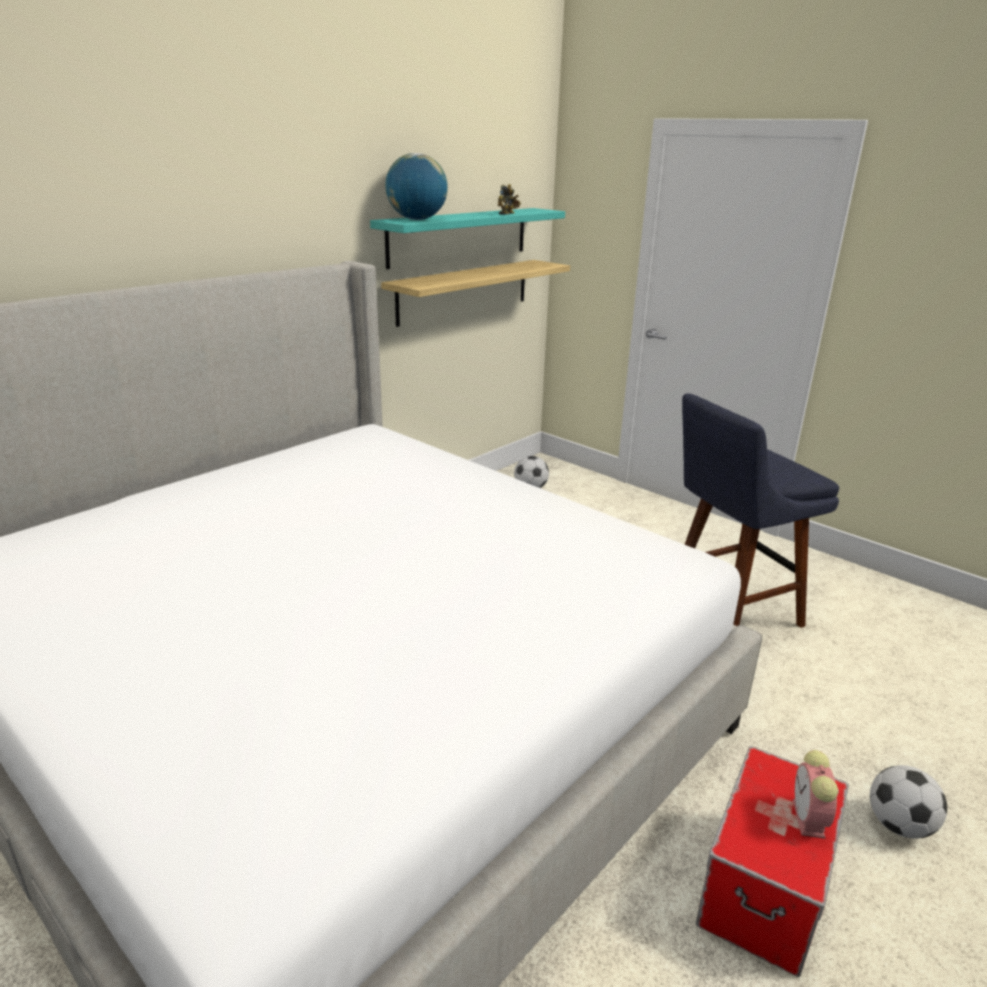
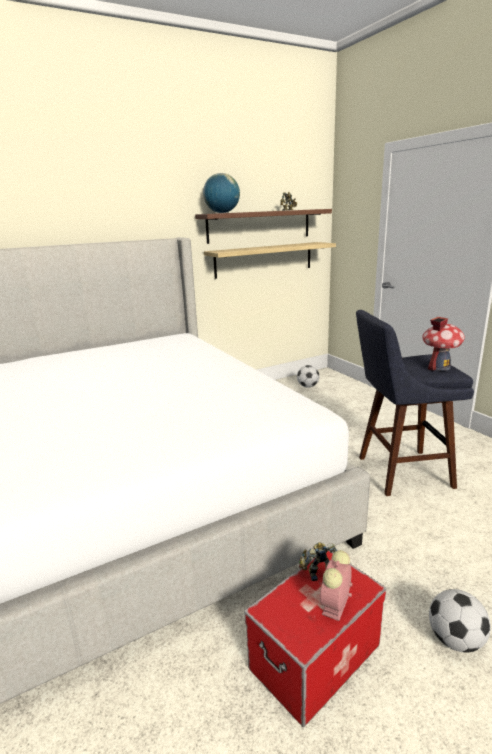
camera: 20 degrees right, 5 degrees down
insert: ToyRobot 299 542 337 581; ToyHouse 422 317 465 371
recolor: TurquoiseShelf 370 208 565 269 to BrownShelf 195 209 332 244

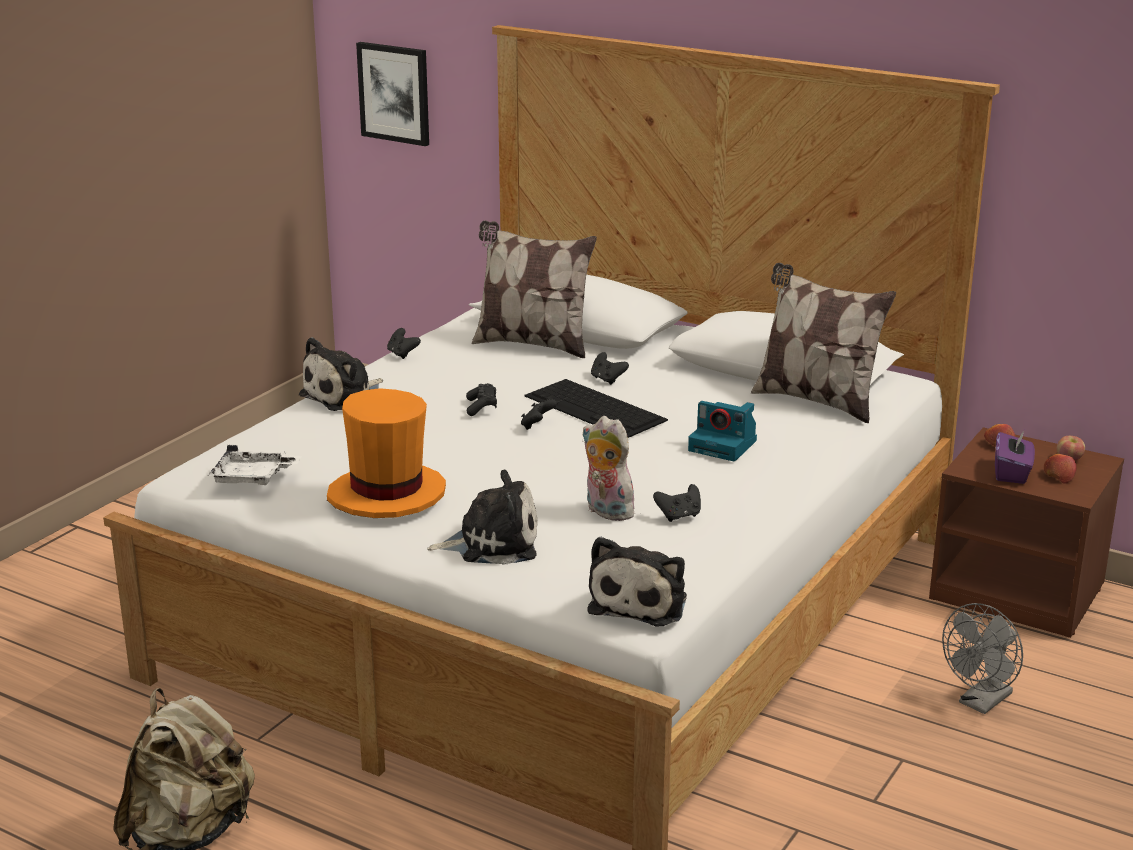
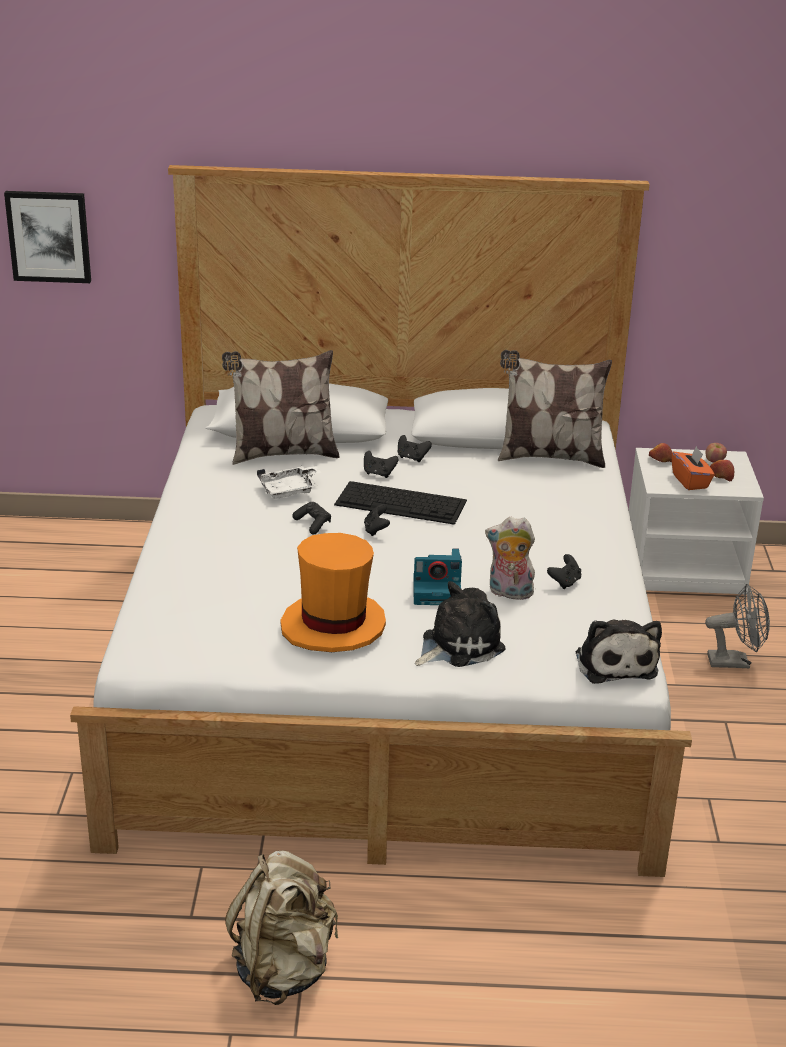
camera: 30 degrees left, 5 degrees up
delete: PlushToy 299 337 383 411
move: WhiteTray 208 445 302 485 to 257 466 321 499; BlackGameController 387 328 421 359 to 398 435 432 462; PhotoCamera 688 401 757 461 to 413 549 462 605
recolor: BrownNightstand 929 427 1124 638 to WhiteNightstand 629 448 764 595; PurpleTissueBox 995 430 1035 484 to OrangeTissueBox 672 446 715 490
rotate: GreyFan 942 603 1023 714 = 705 584 770 668 105 degrees counterclockwise

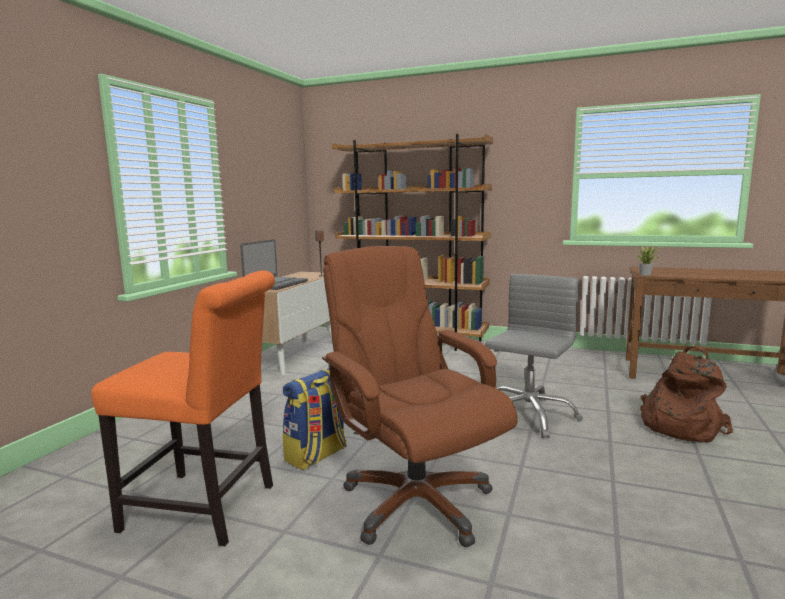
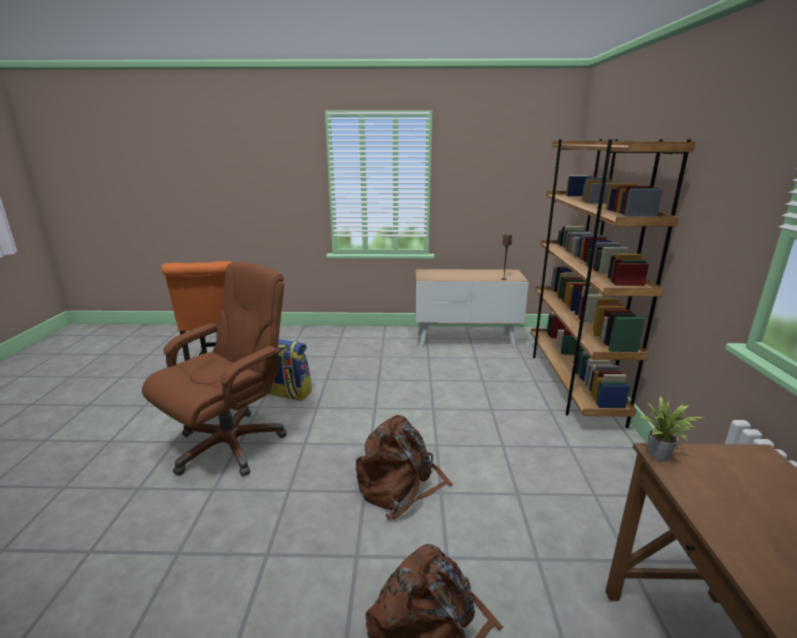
camera: 70 degrees right, 10 degrees up
delete: Laptop 240 239 308 290
replace: GreyOfficeChair 485 274 583 438 to BrownBackpack 356 415 453 520

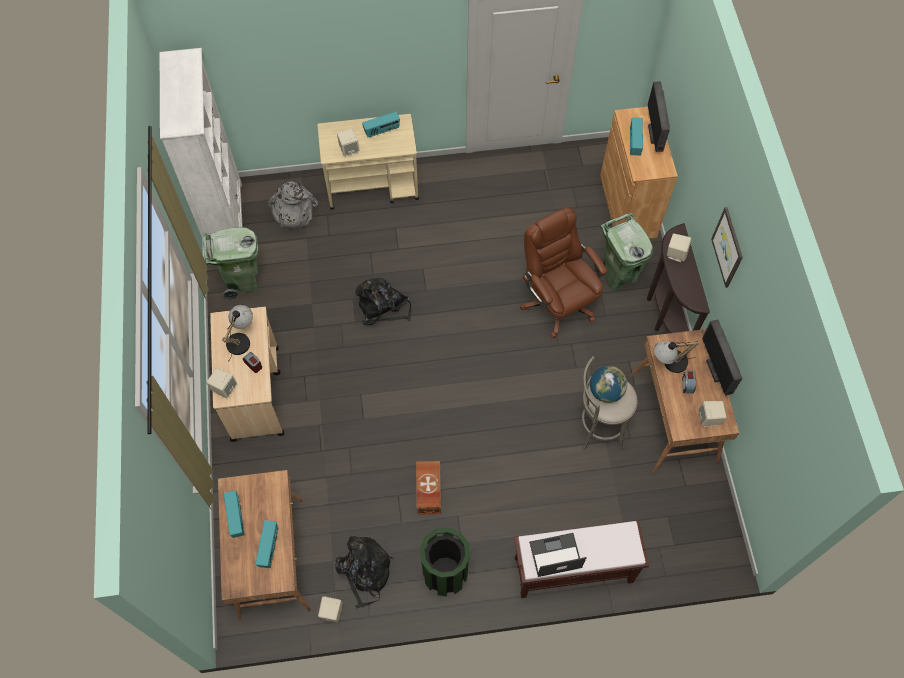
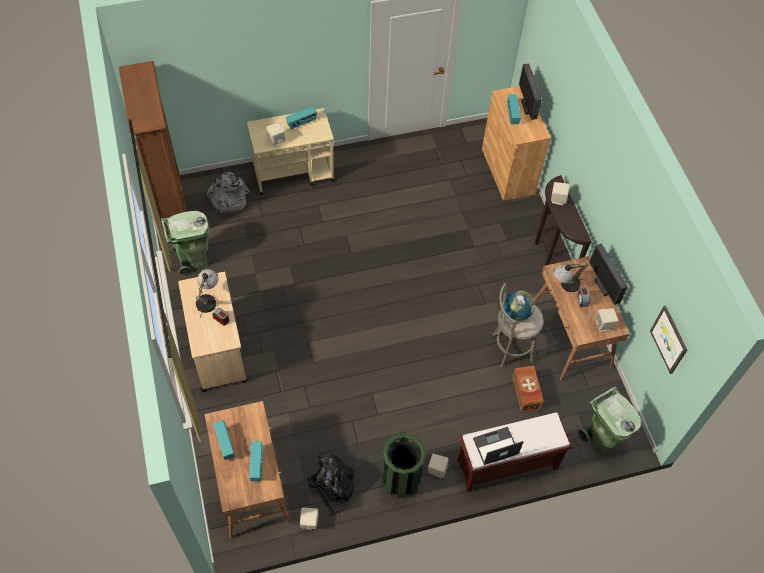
camera: 10 degrees left, 5 degrees down
delete: BlackBackpack 355 278 411 325; BrownOfficeChair 520 207 607 338
move: BeigeSpeaker 206 368 237 398 to 428 454 448 478; BrownStorageBox 416 461 441 515 to 512 366 544 412; GreenTrashCan 594 213 653 291 to 578 387 642 456; Picture 711 207 743 288 to 650 306 687 374
recolor: WhiteBookcase 160 48 243 257 to BrownBookcase 119 61 187 238

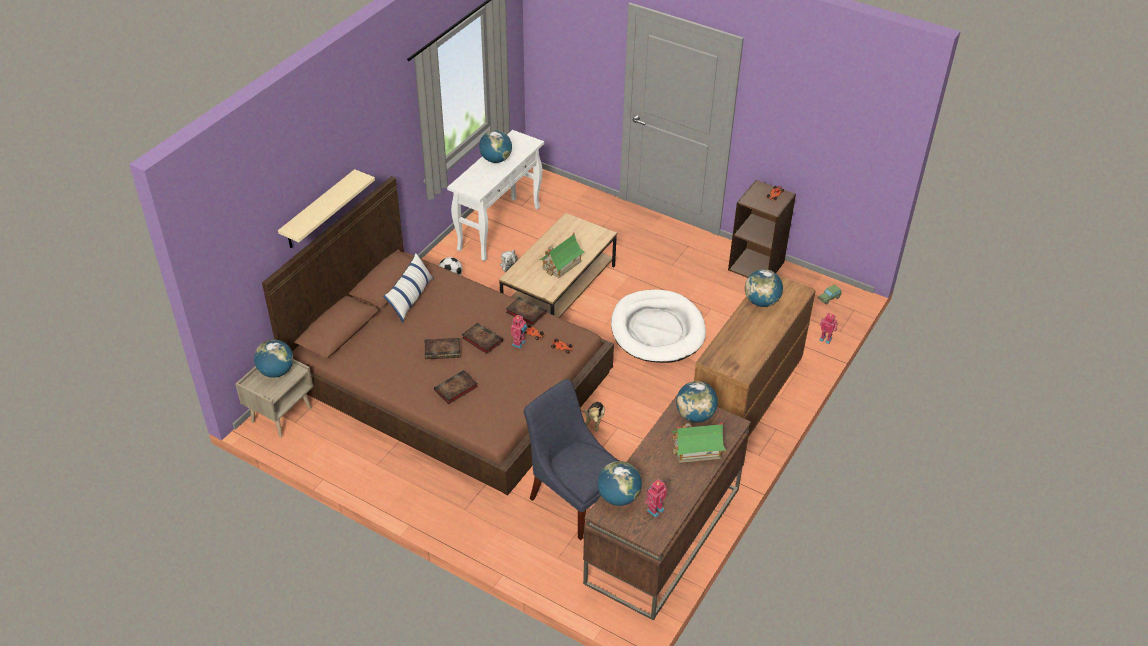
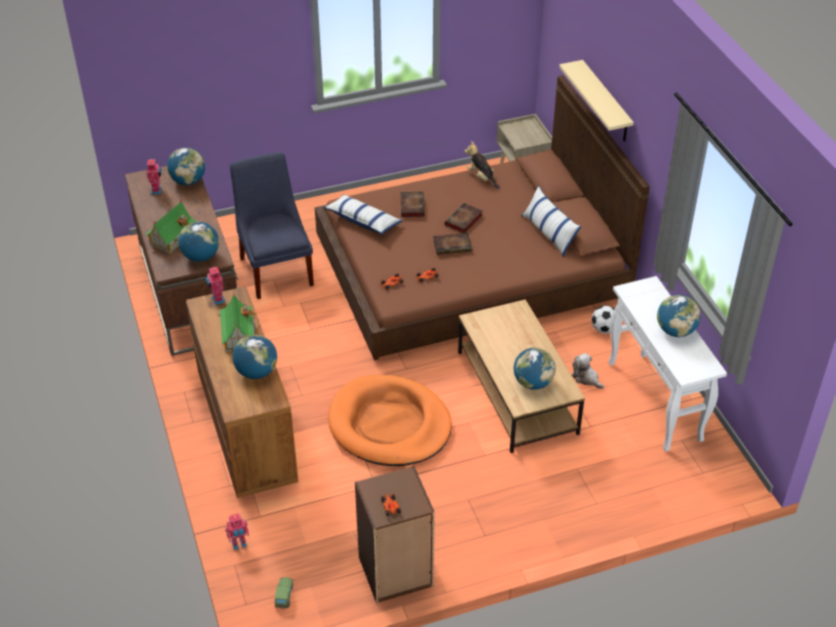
camera: 130 degrees right, 0 degrees up
delete: Book 506 297 547 326
insert: Pillow 323 194 403 235
move: ToyRobot 511 315 528 348 to 206 266 226 305; ToyHouse 540 233 584 278 to 218 292 256 352; PlushToy 584 402 605 431 to 464 141 500 189; Globe 254 339 293 378 to 514 348 556 390
recolor: WhiteDogBed 611 290 706 363 to OrangeDogBed 328 375 452 466
rotate: BlueChair 524 379 619 540 = 230 152 314 299 105 degrees counterclockwise

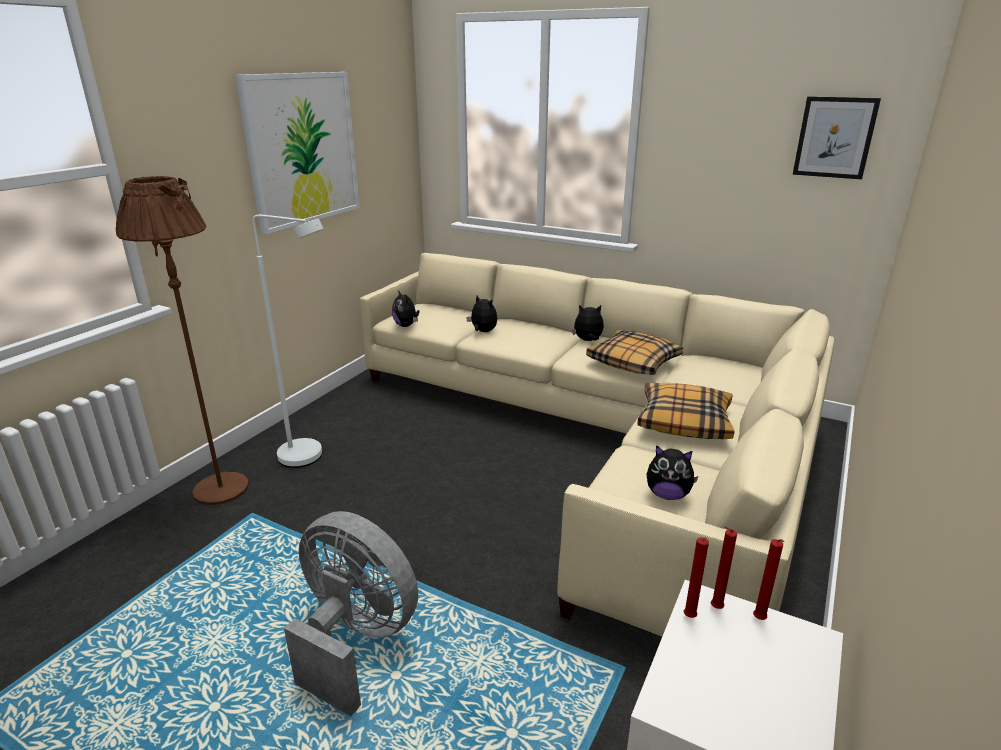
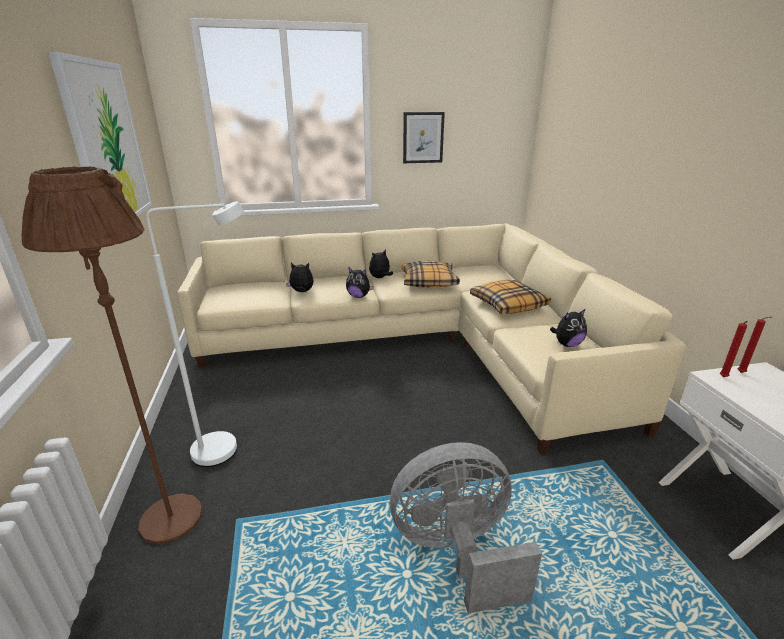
camera: 40 degrees left, 0 degrees up
delete: RedCandle 684 537 709 618
move: PlushToy 392 290 419 327 to 346 268 374 298; Picture 793 96 881 179 to 403 112 445 163

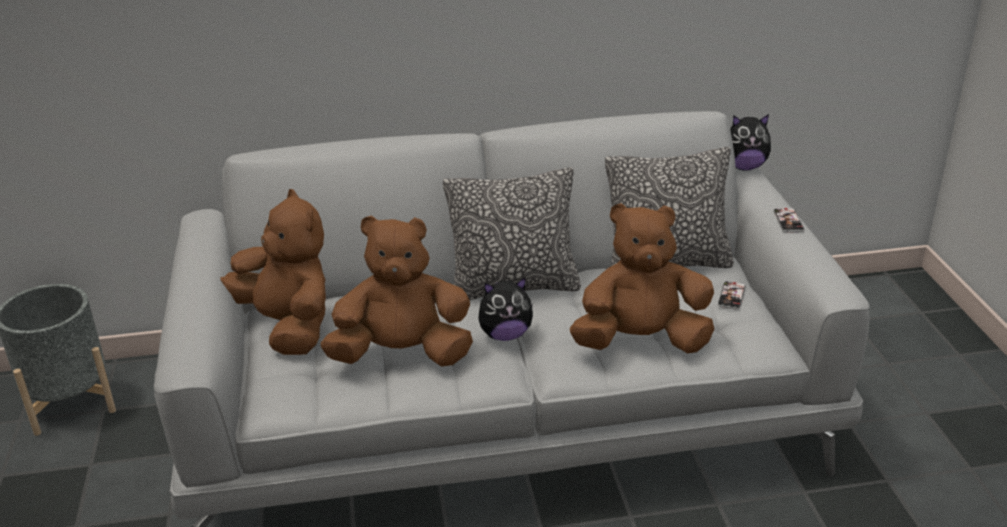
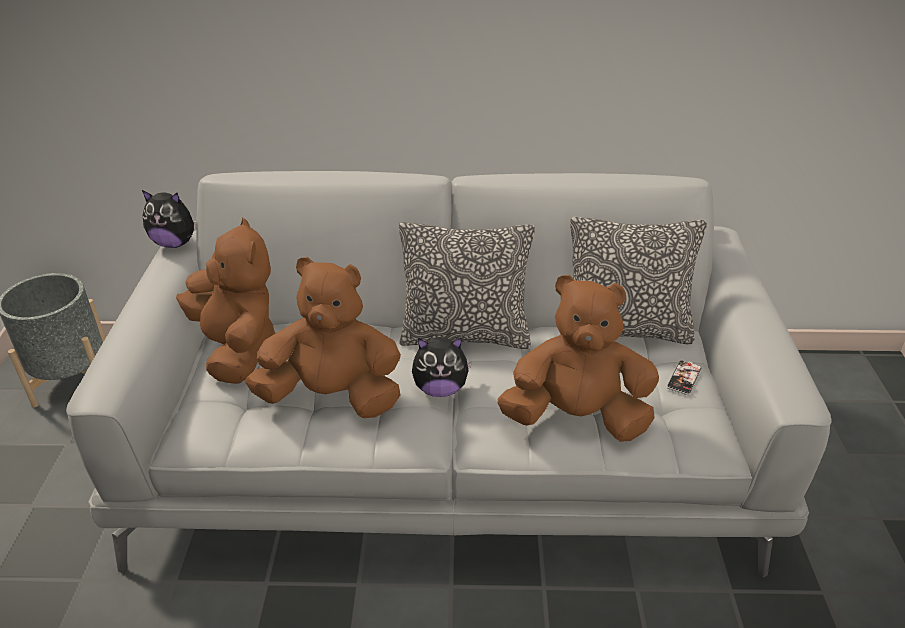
camera: 10 degrees right, 5 degrees up
delete: Phone 773 207 805 232
move: PlushToy 730 114 771 171 to 142 190 196 248

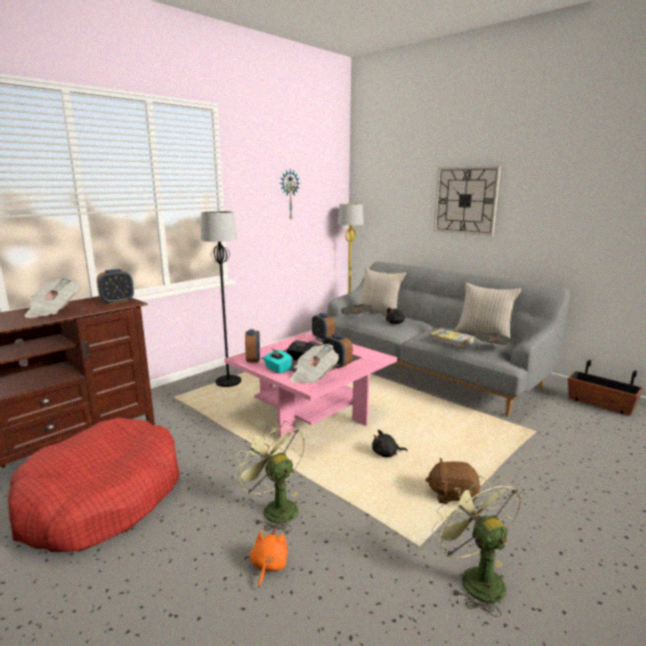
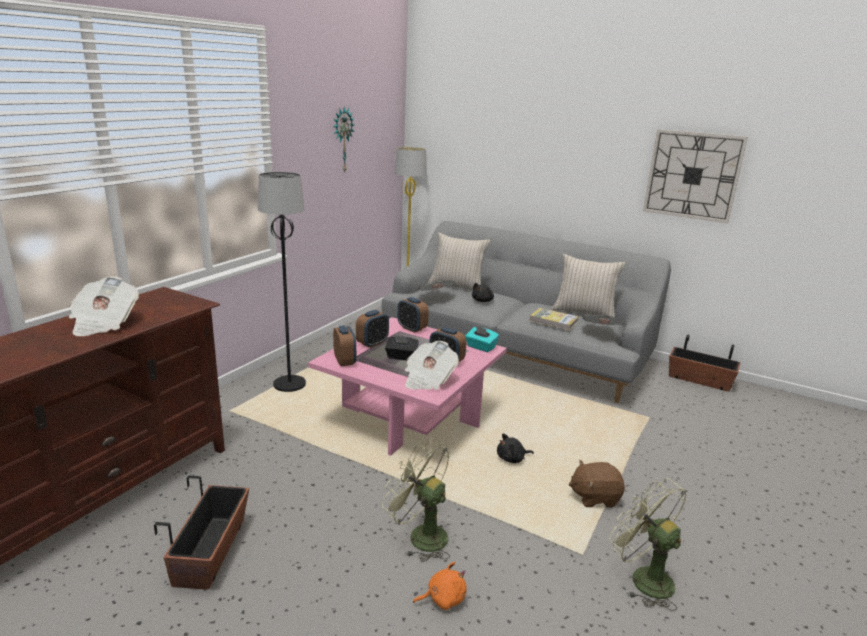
camera: 15 degrees left, 5 degrees up
move: AlarmClock 97 269 134 304 to 356 310 389 348; TurquoiseTissueBox 263 349 292 374 to 465 326 499 352; WallClock 434 166 501 236 to 643 129 748 223
replace: RedDogBed 8 417 180 552 to Planter 154 476 249 589
rotate: OrangePlushToy 250 528 288 588 = 413 562 467 610 75 degrees clockwise

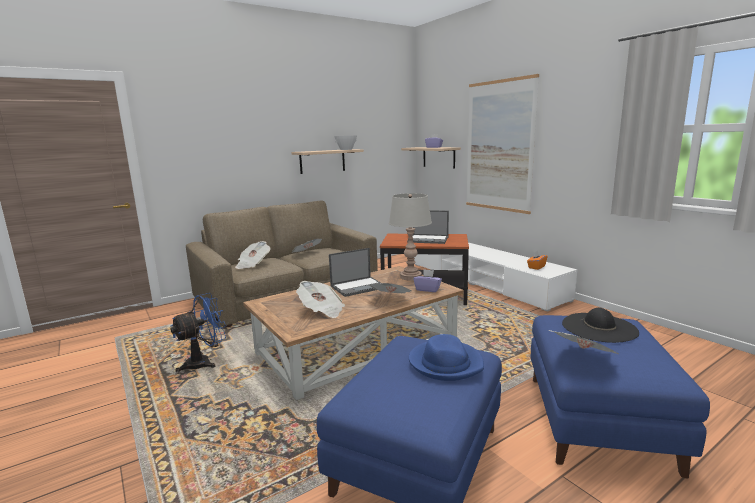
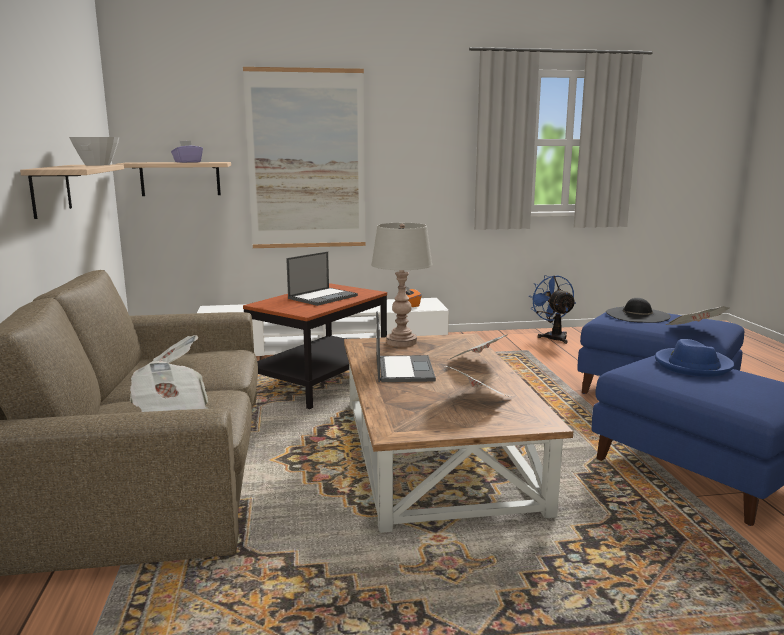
camera: 65 degrees left, 0 degrees up
delete: PurpleTissueBox 413 269 442 292
move: BlueFan 170 293 227 372 to 529 275 576 344

